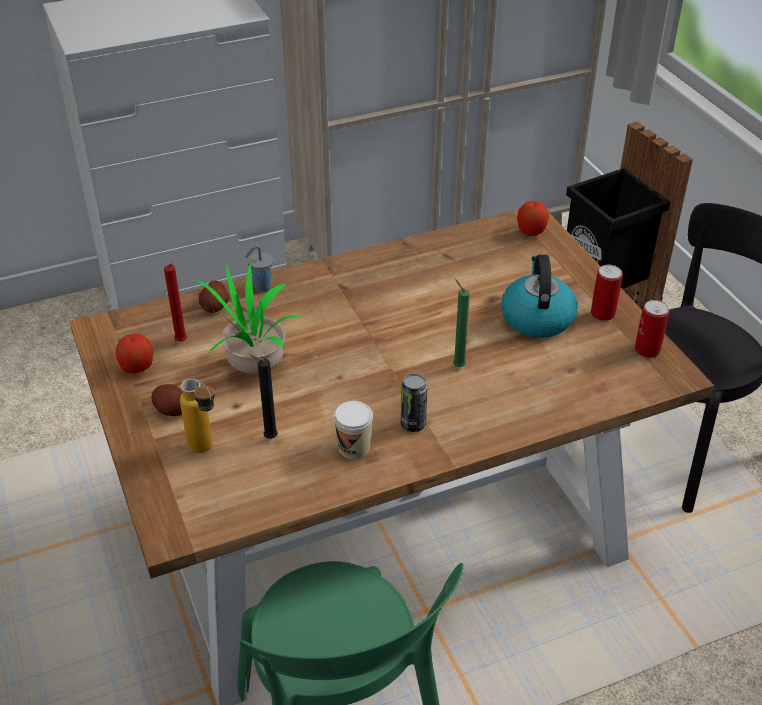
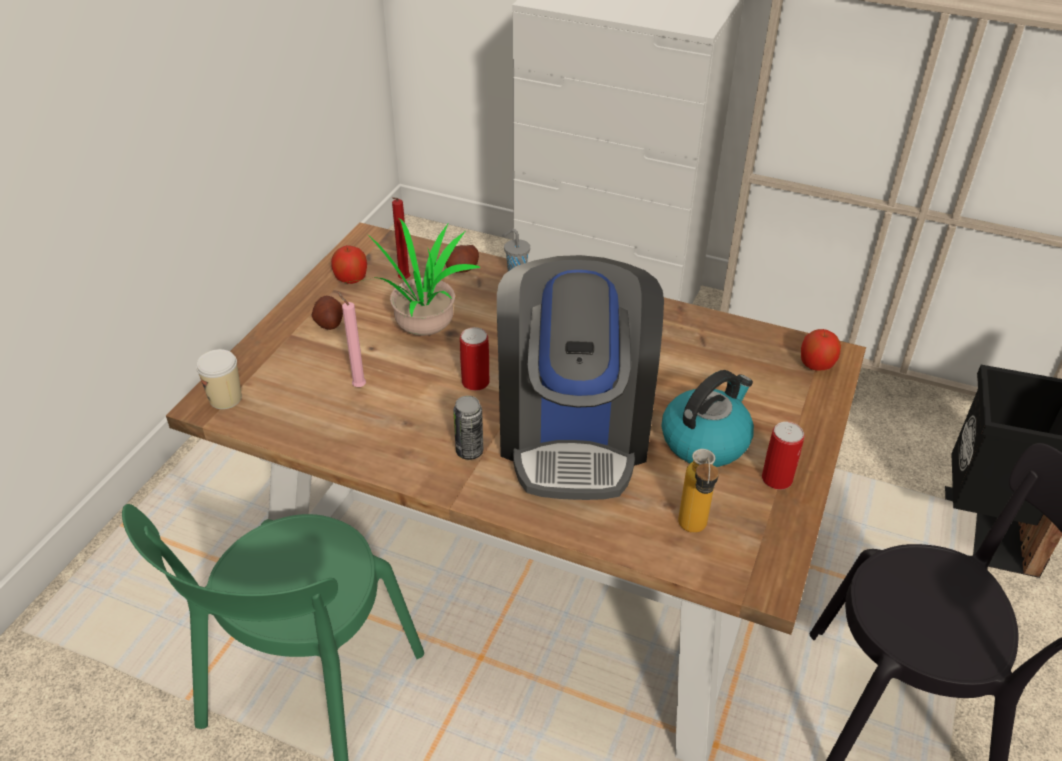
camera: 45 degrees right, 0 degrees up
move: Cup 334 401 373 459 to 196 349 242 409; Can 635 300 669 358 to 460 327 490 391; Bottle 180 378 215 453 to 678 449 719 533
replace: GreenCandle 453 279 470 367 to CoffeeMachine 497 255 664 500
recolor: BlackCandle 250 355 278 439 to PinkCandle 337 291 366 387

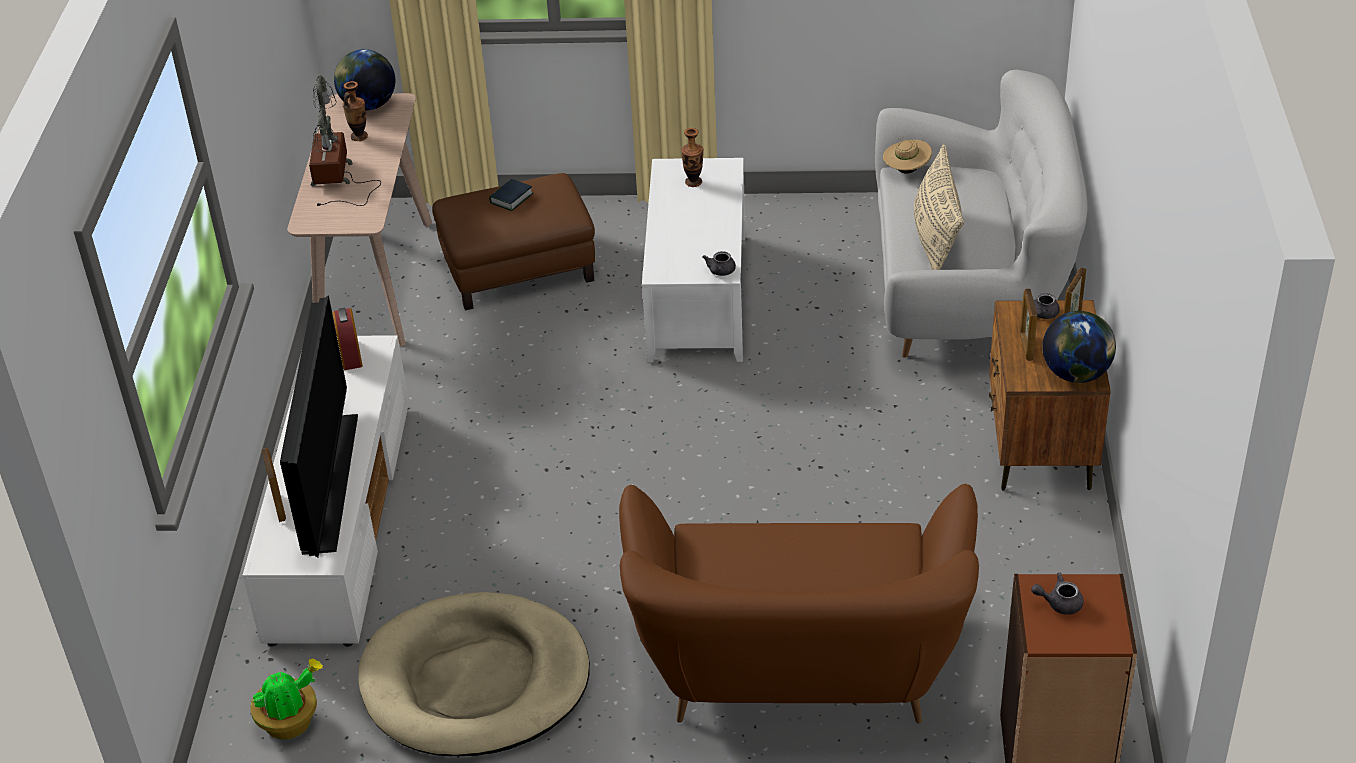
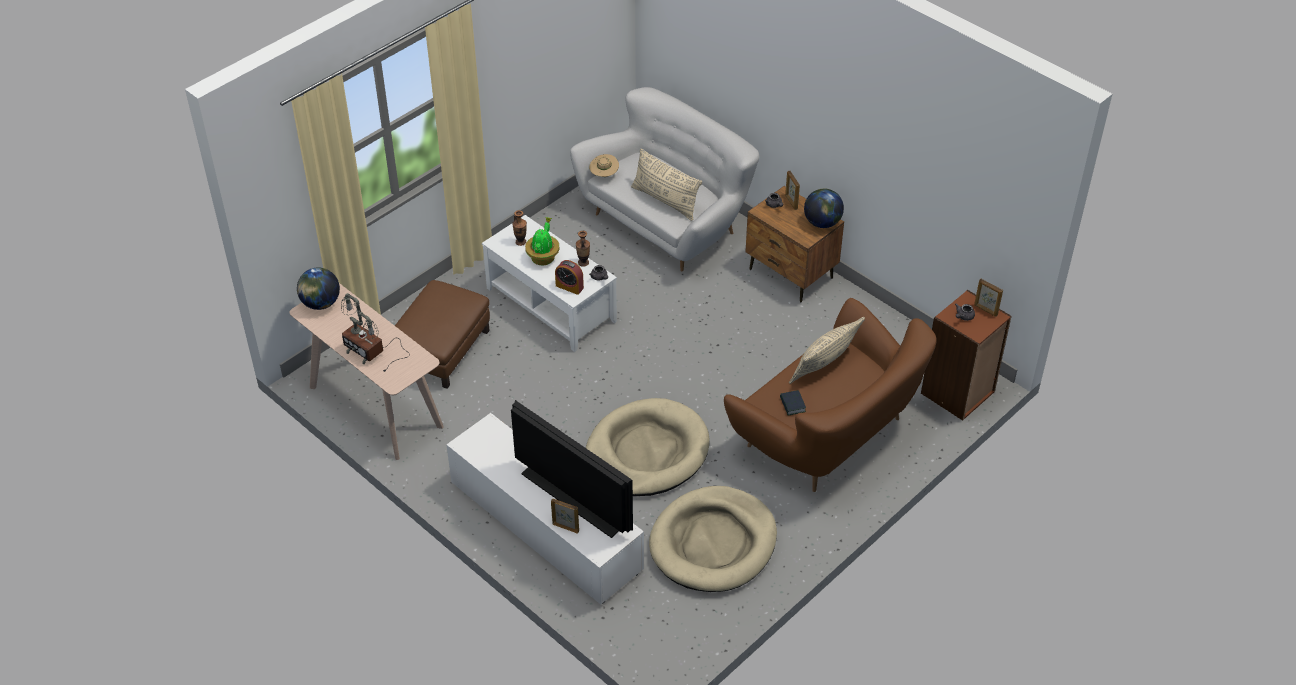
camera: 50 degrees left, 5 degrees up
insert: BeigeDogBed 586 398 710 496; BeigePillow 789 317 865 384
move: PottedPlant 250 658 323 740 to 525 217 559 265; AlarmClock 333 308 363 370 to 555 260 584 295; Vase 342 81 368 141 to 576 231 590 267; Book 489 179 534 211 to 780 390 806 416; PictureFrame 1020 289 1037 361 to 974 279 1003 317

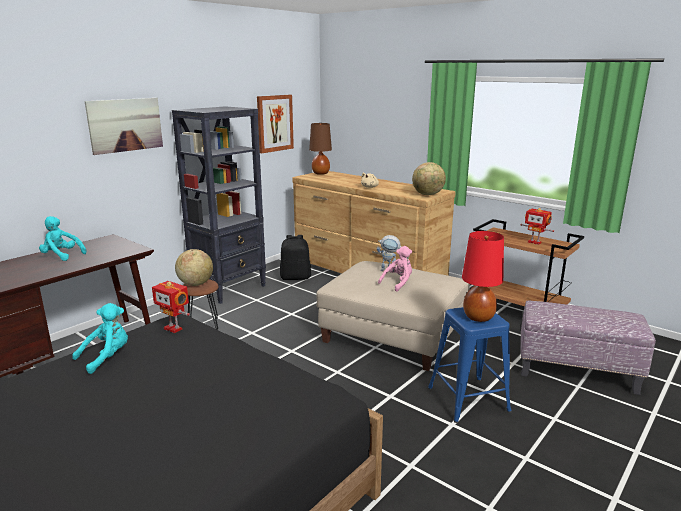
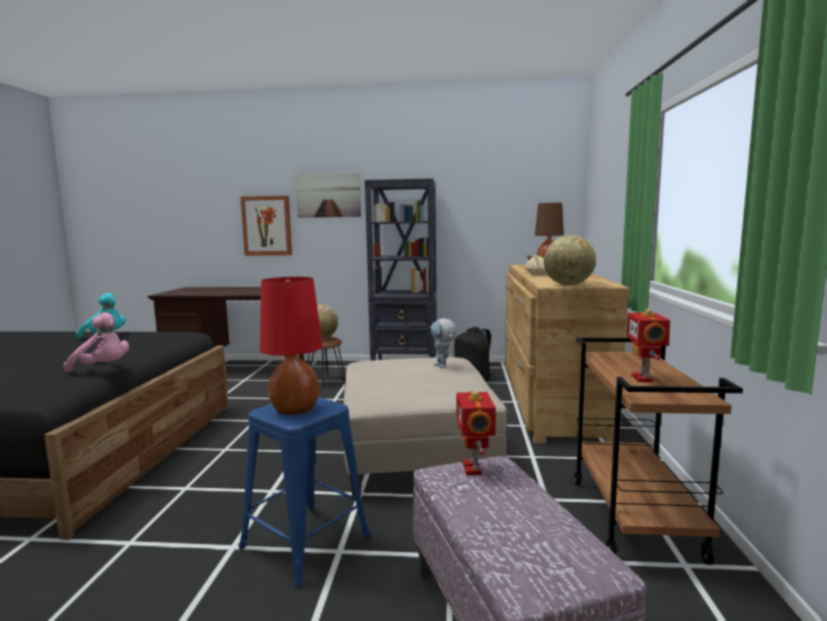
camera: 55 degrees right, 10 degrees down
delete: TurquoisePlushToy 39 216 86 261
move: PinkPlushToy 378 246 412 292 to 64 312 129 372; Picture 257 95 294 153 to 241 196 292 256; ToyRobot 152 281 190 333 to 456 391 496 475

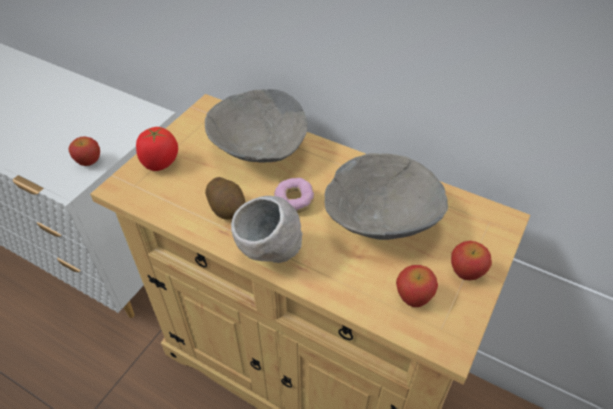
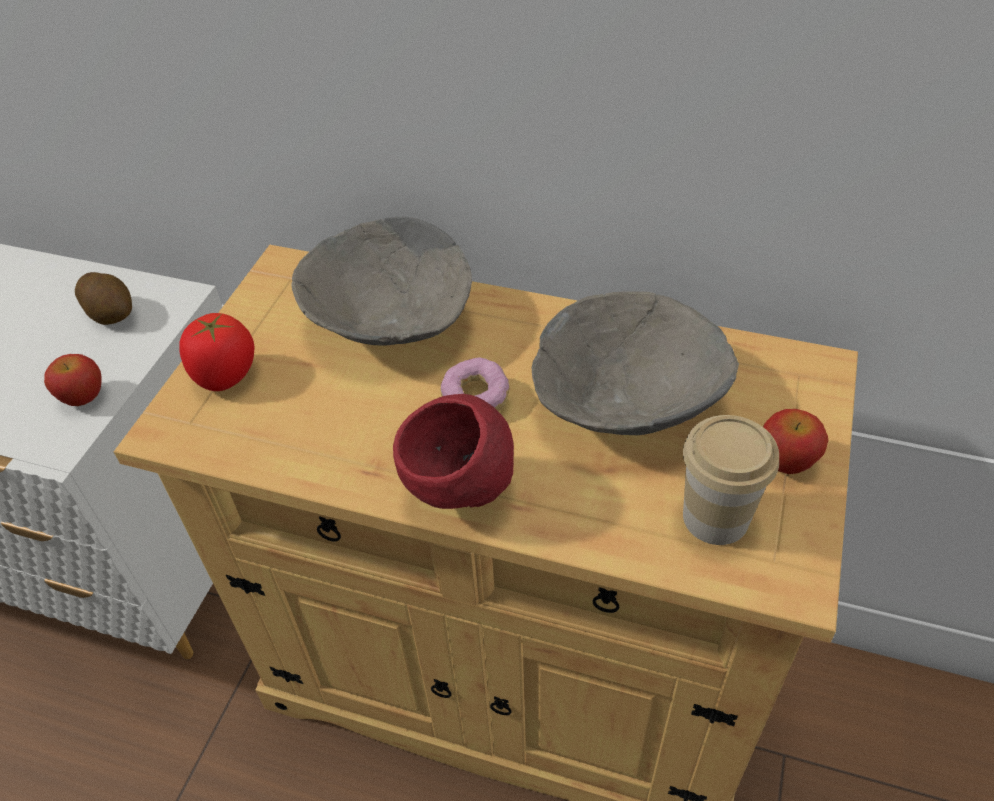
camera: 10 degrees left, 0 degrees up
move: Potato 205 177 245 219 to 75 272 132 325
replace: Apple 396 265 438 307 to Cup 683 415 779 545
recolor: GreyBowl 231 196 303 263 to RedBowl 393 394 514 509

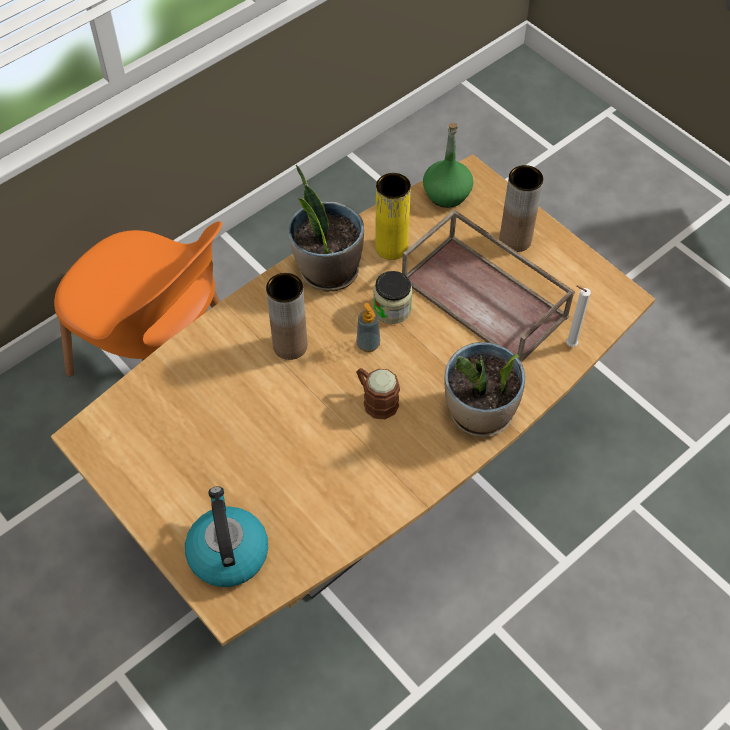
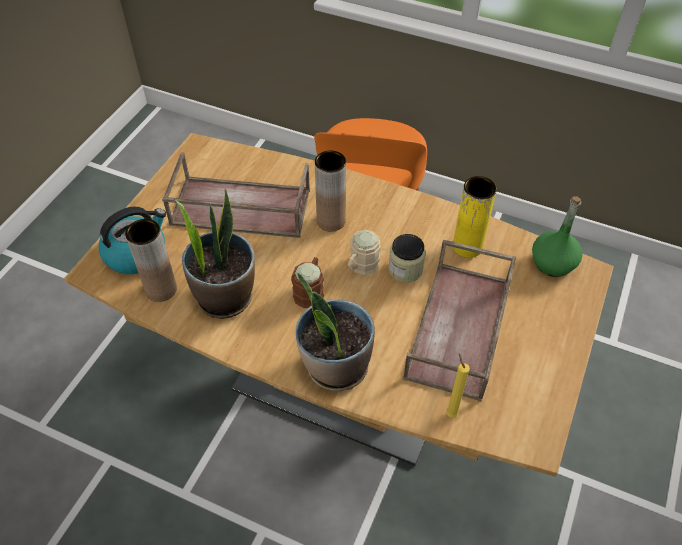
camera: 65 degrees right, 5 degrees down
insert: BrownTray 162 152 310 238
move: BrownVase 500 165 543 252 to 125 219 177 302; PottedPlant 288 165 364 292 to 174 188 255 319
replace: SoapDispenser 356 303 380 352 to BeigeMug 348 230 381 275
recolor: WhiteCandle 566 286 591 347 to YellowCandle 446 353 470 418

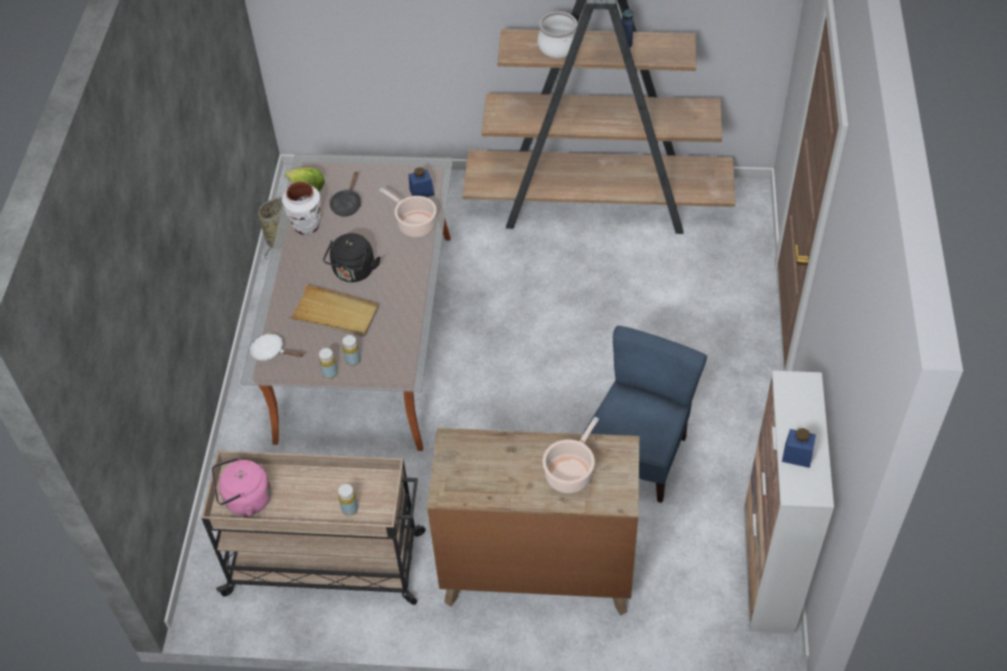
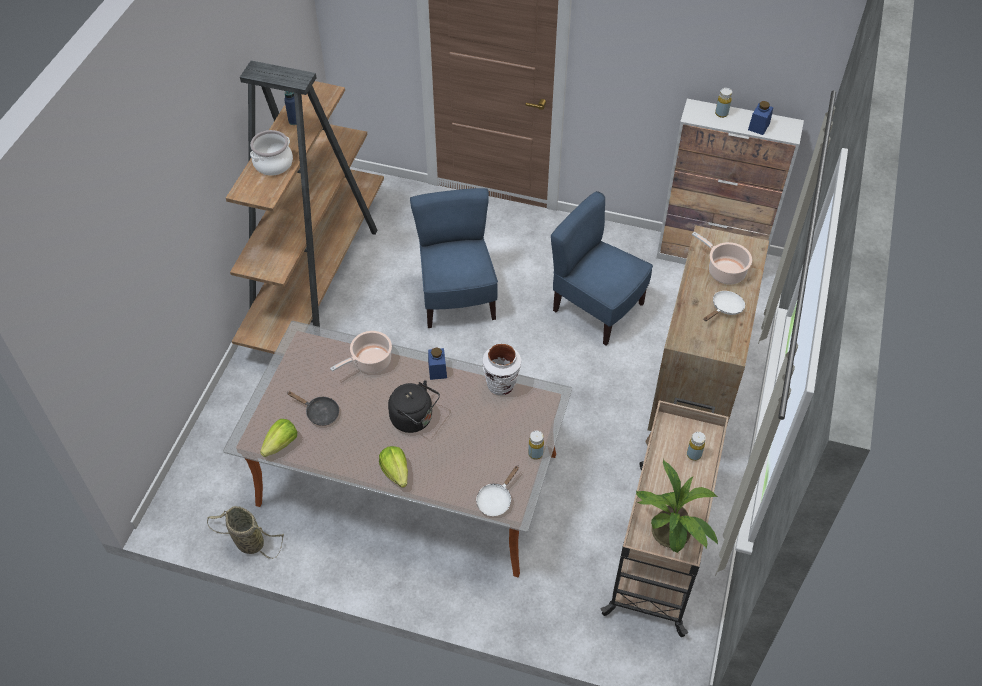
camera: 80 degrees left, 0 degrees up
delete: BeigeTray 288 284 379 337
insert: Lettuce 379 446 408 488; BlueChair 410 188 498 328; WhiteFryingPan 704 291 745 321
move: BlueJar 409 167 434 197 to 428 347 447 380; WhiteVase 282 181 320 235 to 483 344 521 396; YellowBottle 342 335 361 366 to 715 88 732 118
replace: PinkKettle 212 457 271 516 to PottedPlant 636 459 718 553

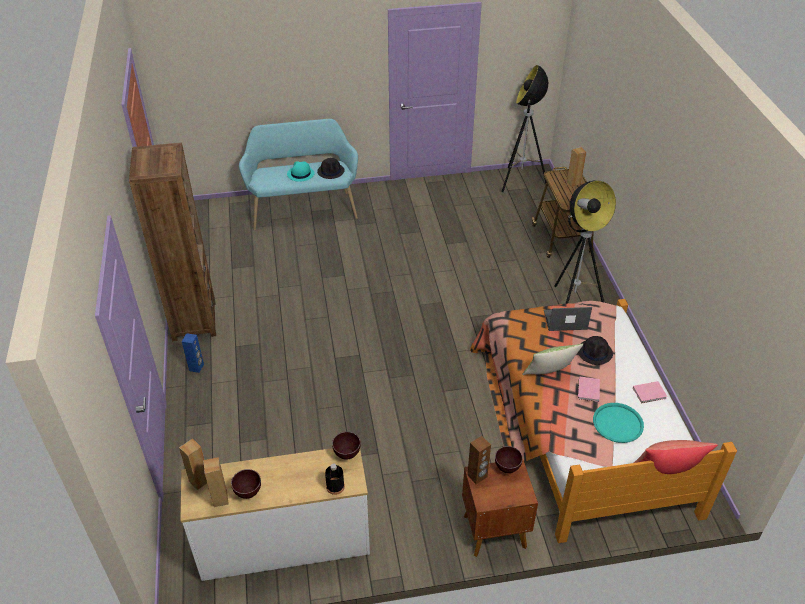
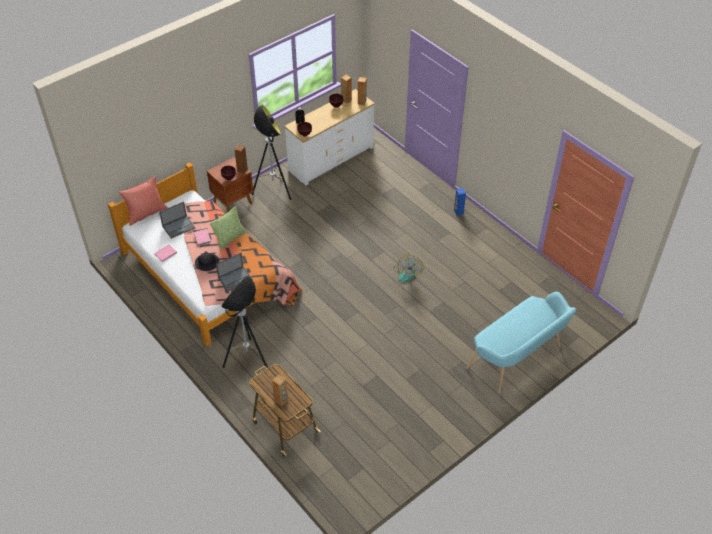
camera: 150 degrees right, 5 degrees up
delete: BrownBookcase 129 142 216 341; TurquoiseHat 287 161 315 182; BlackHat 317 158 345 179
insert: Fan 393 255 423 282
move: FloorLamp 501 65 548 193 to 252 104 291 200
replace: TurquoiseTray 593 403 644 443 to Laptop 159 202 195 239

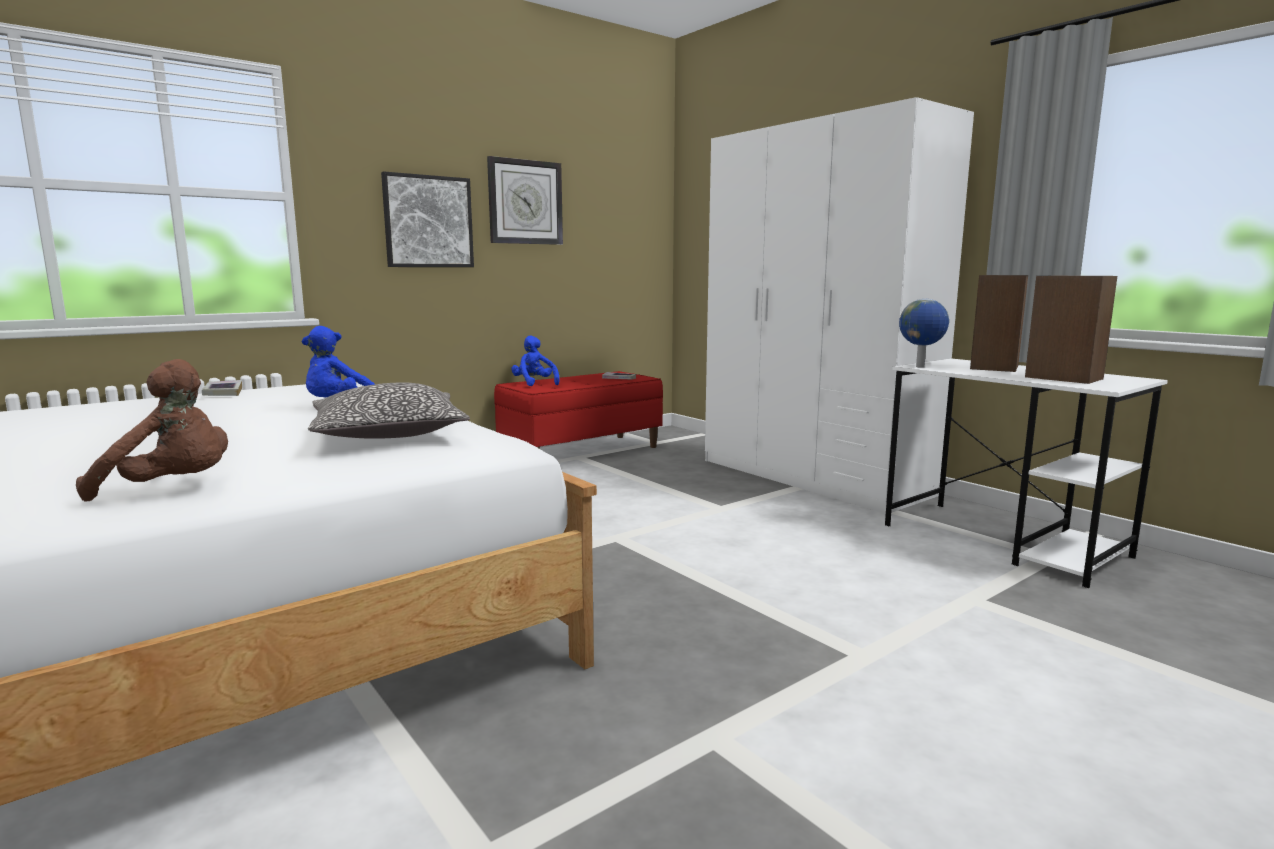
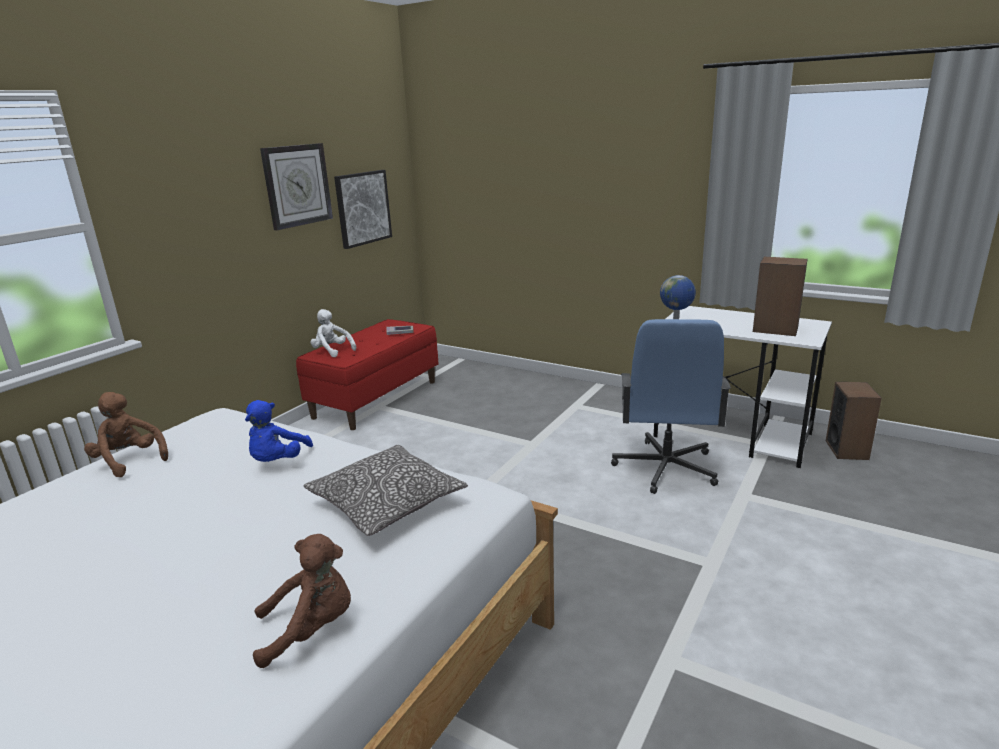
camera: 20 degrees left, 10 degrees up
delete: WhiteWardrobe 705 97 974 514
insert: BlueOfficeChair 611 319 731 494
move: Picture 381 171 474 267 to 334 170 392 249; Speaker 970 275 1028 372 to 826 382 882 460
replace: Book 202 380 242 396 to BrownPlushToy 84 392 168 477
recolor: BluePlushToy 511 335 560 386 to WhitePlushToy 310 309 356 357

